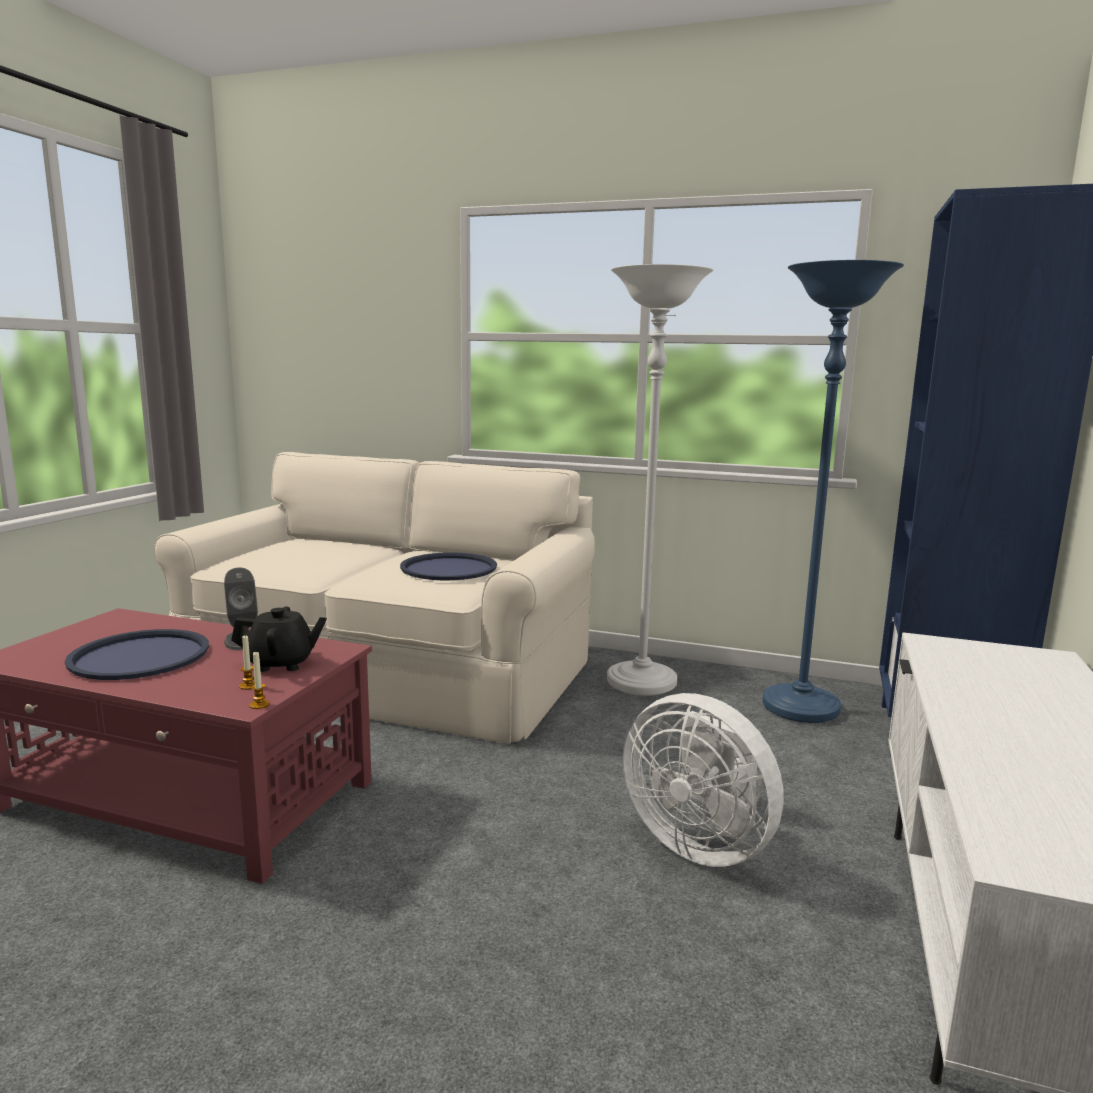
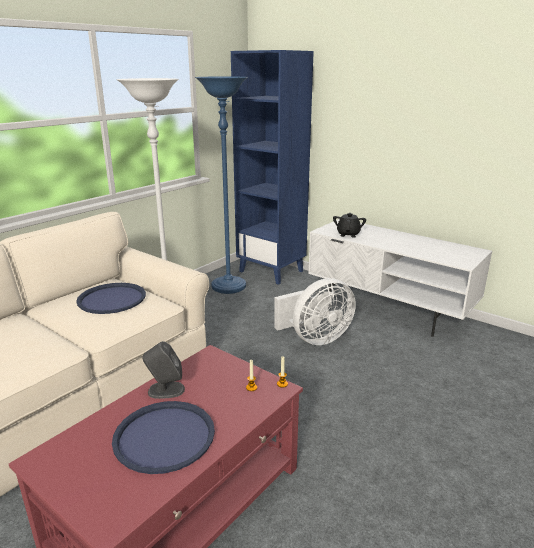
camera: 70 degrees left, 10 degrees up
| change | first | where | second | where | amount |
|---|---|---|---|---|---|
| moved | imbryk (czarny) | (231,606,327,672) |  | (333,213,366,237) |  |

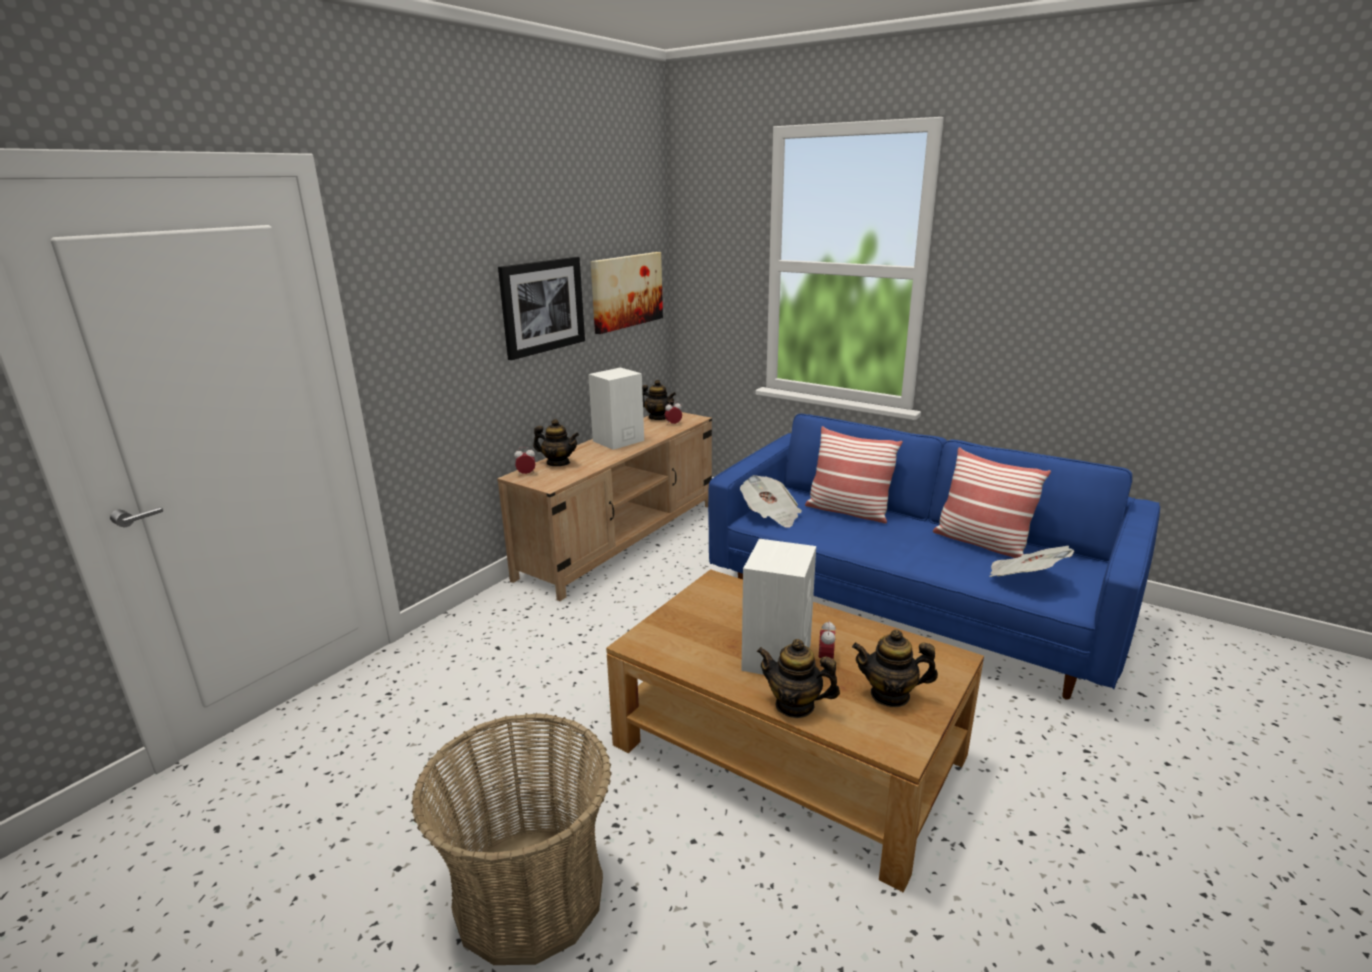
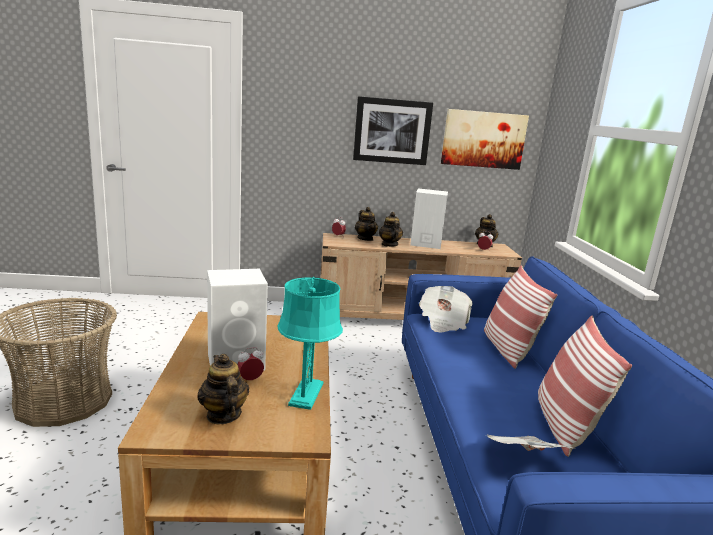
camera: 50 degrees right, 5 degrees down
| change | first | where | second | where | amount |
|---|---|---|---|---|---|
| moved | imbryk | (757,639,840,718) |  | (379,212,403,247) |  |
| added |  |  | lampa stołowa (turkusowy) | (277,277,343,410) |  |

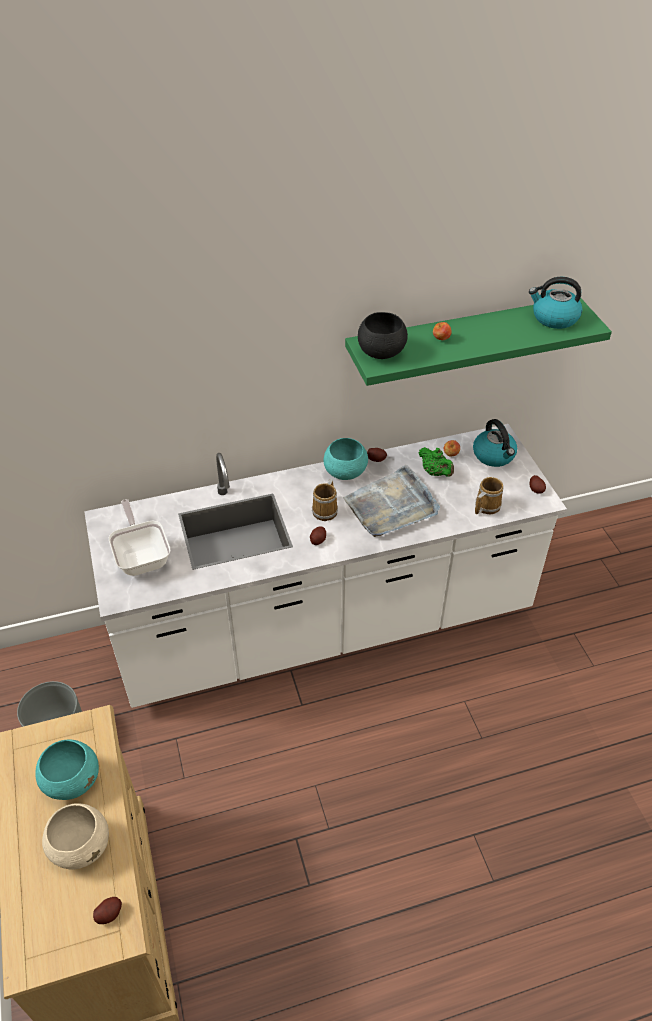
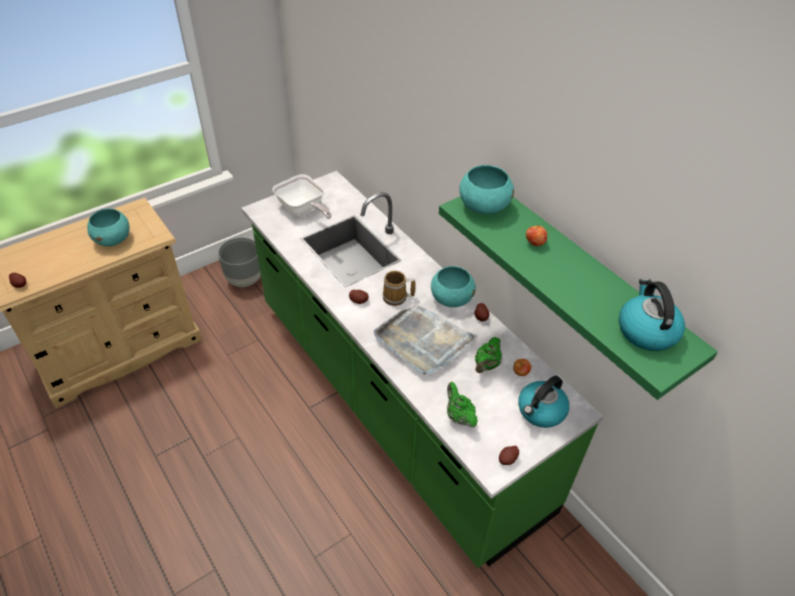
camera: 70 degrees right, 0 degrees up
| change | first | where | second | where | amount |
|---|---|---|---|---|---|
| removed | miska (beżowy) | (42,803,109,870) |  |  |  |
| recoloured | zabudowa kuchenna (biały) | (84,424,567,708) | zabudowa kuchenna (zielony) | (241,171,604,568) |  |
| turned | patelnia | (109,499,170,576) |  | (272,174,332,219) | 90 degrees clockwise |
| recoloured | miska (czarny) | (358,312,408,359) | miska (turkusowy) | (459,165,514,214) |  |
| replaced | kubek | (475,477,504,514) | imbryk (zielony) | (447,382,478,427) |  |

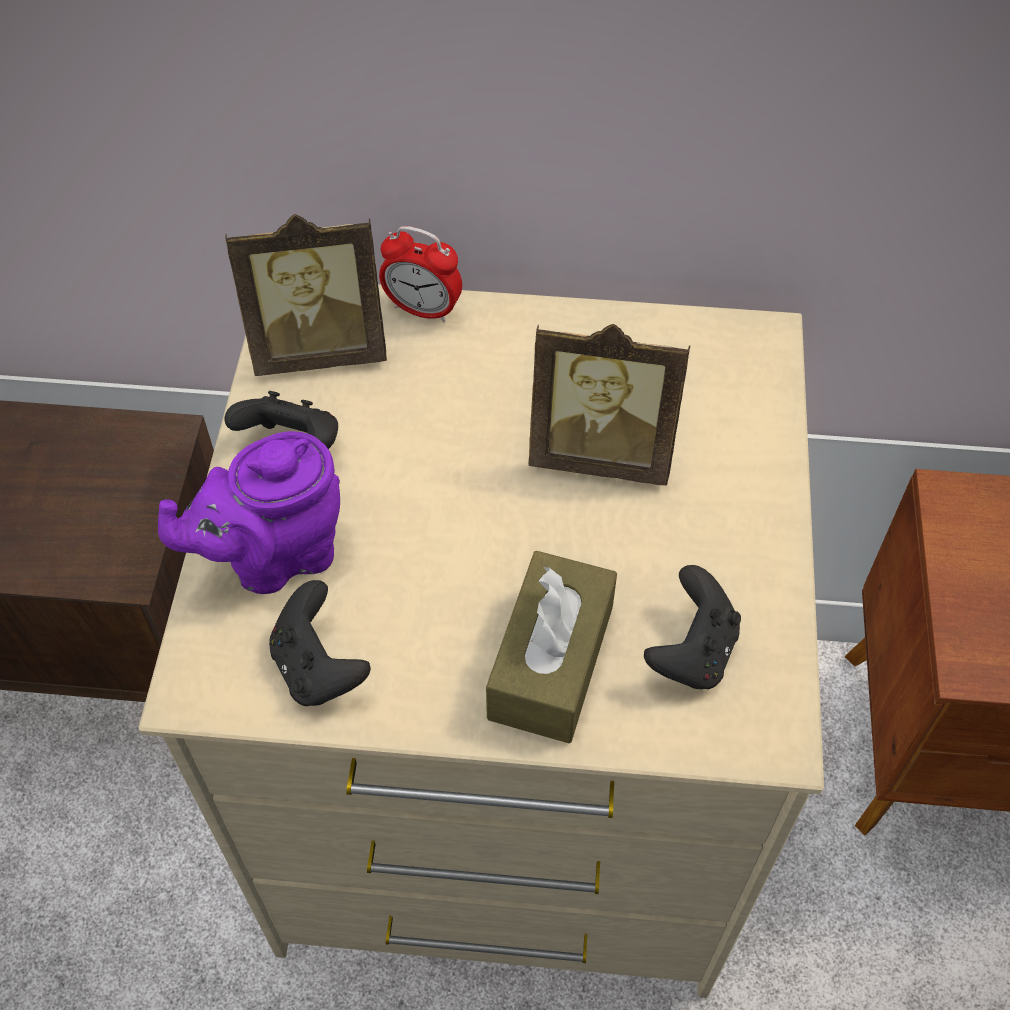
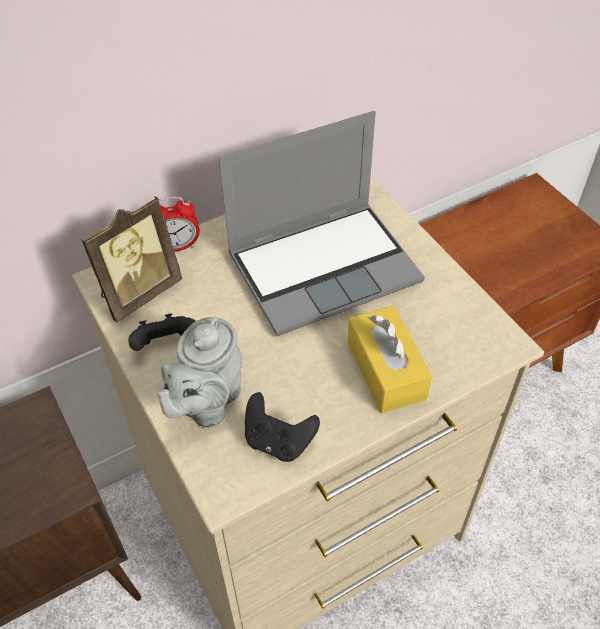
camera: 35 degrees left, 5 degrees down
| change | first | where | second | where | amount |
|---|---|---|---|---|---|
| recoloured | imbryk (fioletowy) | (158,431,340,594) | imbryk (szary) | (157,316,242,428) |  |
| recoloured | pudełko chusteczek (brązowy) | (486,551,617,743) | pudełko chusteczek (żółty) | (348,306,432,413) |  |
| replaced | ramka na zdjęcie | (528,324,690,486) | laptop | (219,111,425,336) |  |
| removed | pad do gier (czarny) | (644,565,741,689) |  |  |  |

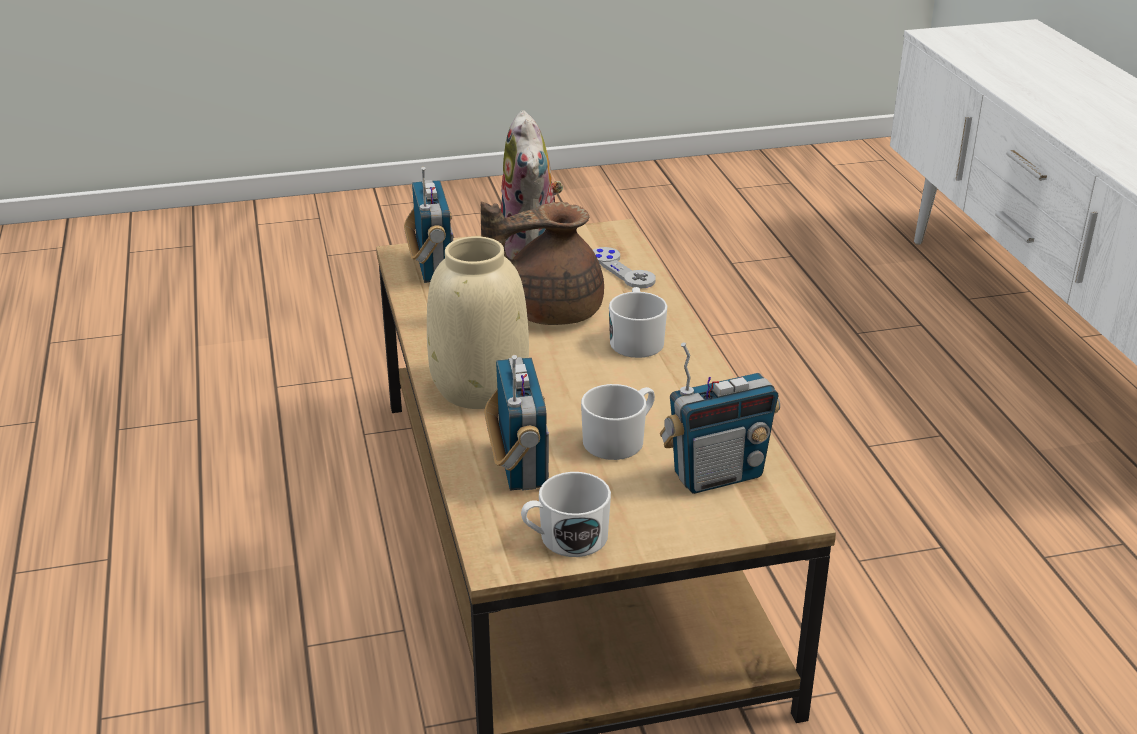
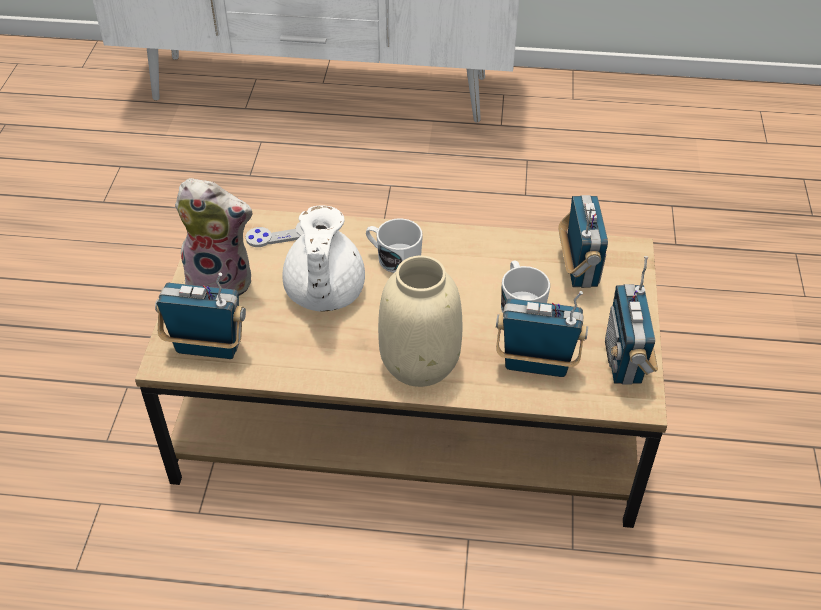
camera: 70 degrees left, 15 degrees up
| change | first | where | second | where | amount |
|---|---|---|---|---|---|
| recoloured | imbryk (brązowy) | (481,202,604,325) | imbryk (biały) | (282,205,365,312) |  |
| replaced | kubek (biały) | (521,472,611,557) | radio | (605,256,658,384) |  |

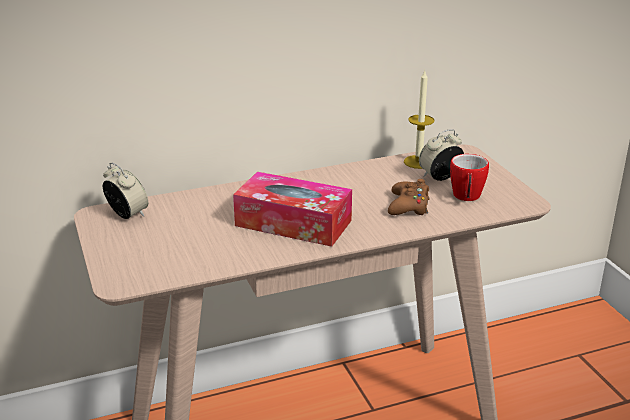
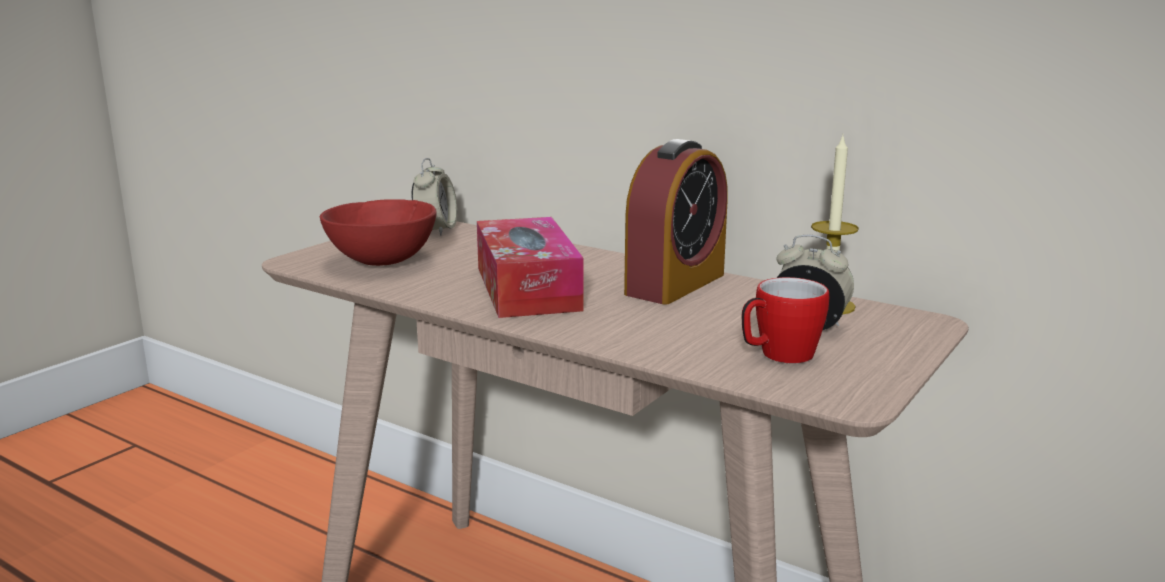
camera: 55 degrees right, 10 degrees down
| change | first | where | second | where | amount |
|---|---|---|---|---|---|
| removed | pad do gier (brązowy) | (388,179,430,215) |  |  |  |
| added |  |  | miska (czerwony) | (320,199,437,266) |  |
| added |  |  | budzik | (624,139,728,305) |  |

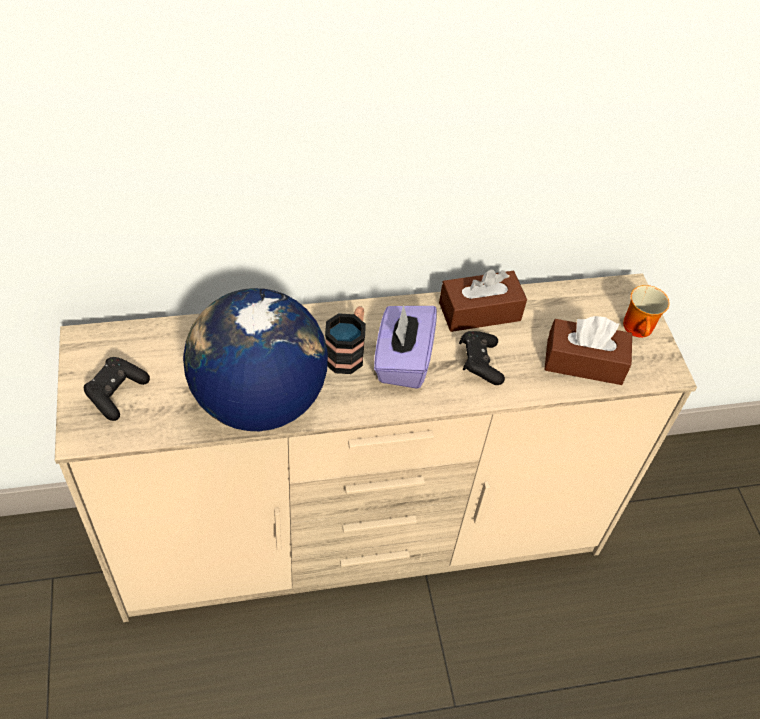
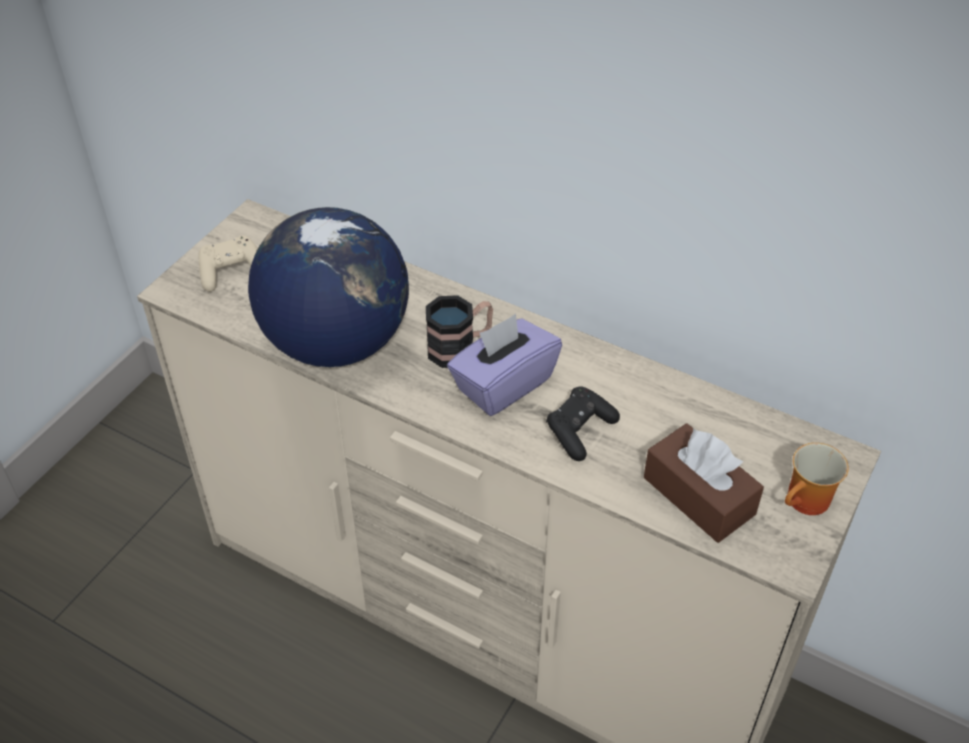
camera: 45 degrees right, 5 degrees down
| change | first | where | second | where | amount |
|---|---|---|---|---|---|
| recoloured | pad do gier (czarny) | (84,357,150,421) | pad do gier (beżowy) | (199,235,258,292) |  |
| removed | pudełko chusteczek (brązowy) | (439,270,527,332) |  |  |  |

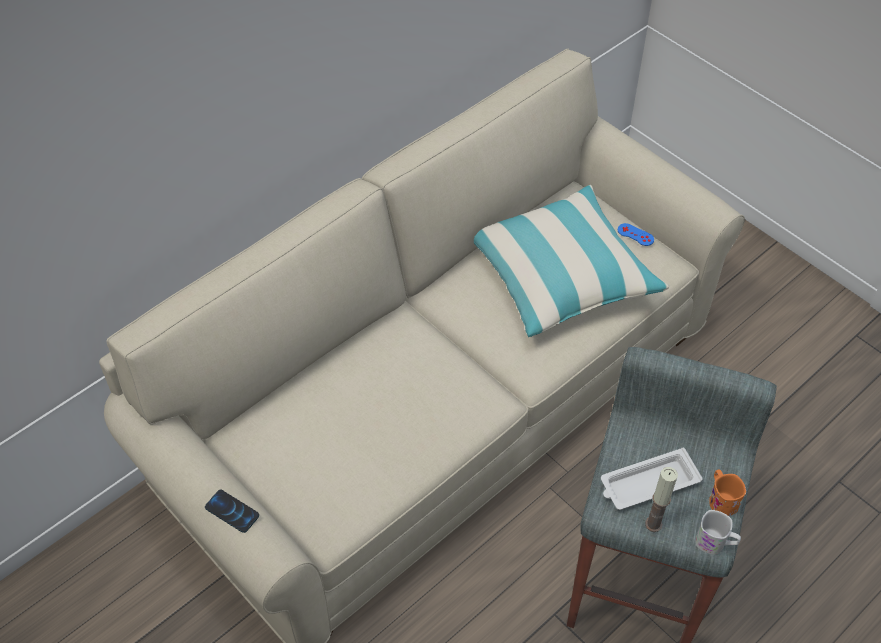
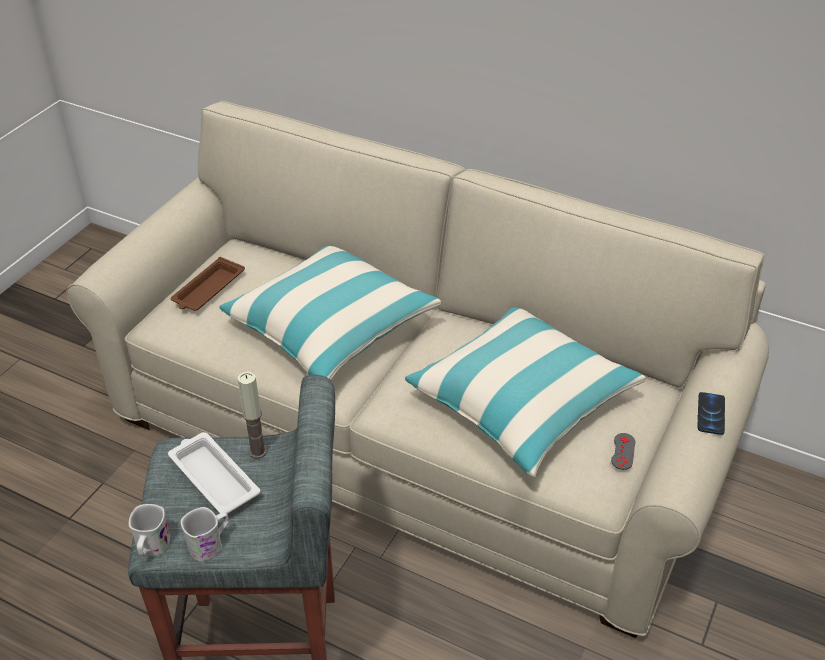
camera: 70 degrees right, 10 degrees down
| change | first | where | second | where | amount |
|---|---|---|---|---|---|
| moved | telefon | (205,489,259,533) |  | (697,392,725,435) |  |
| recoloured | pad do gier (niebieski) | (618,223,654,246) | pad do gier (szary) | (611,433,635,470) |  |
| moved | świeca | (645,467,678,532) |  | (238,371,267,458) |  |
| recoloured | kubek (pomarańczowy) | (709,470,746,516) | kubek (biały) | (181,507,229,561) |  |
| added |  |  | taca (brązowy) | (171,257,245,311) |  |
| added |  |  | poduszka | (220,246,442,380) |  |

